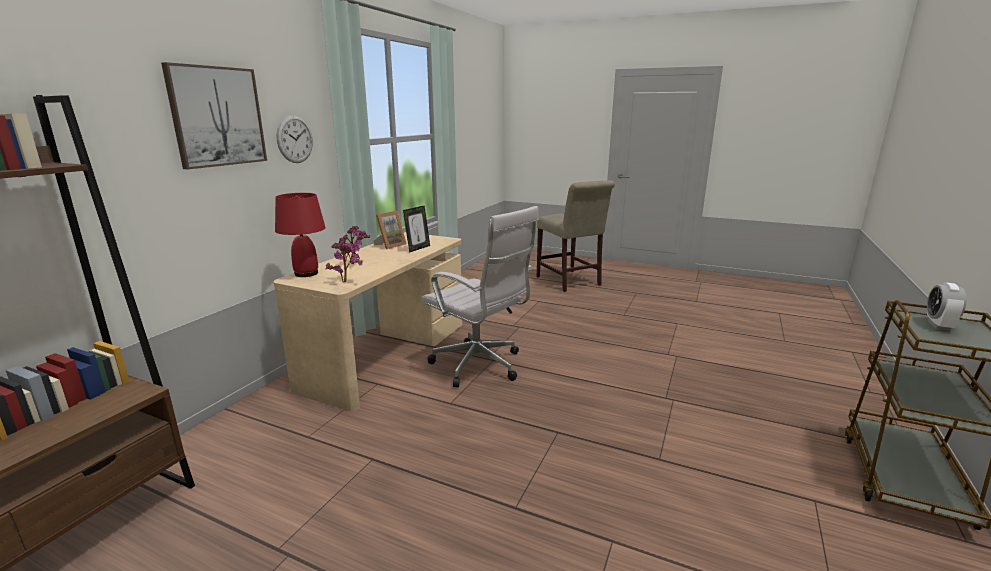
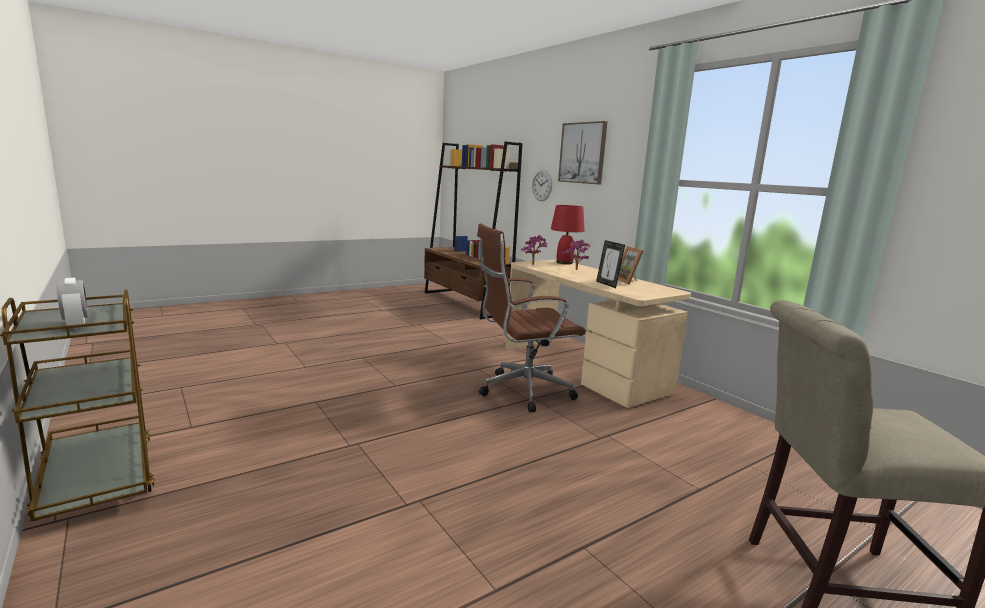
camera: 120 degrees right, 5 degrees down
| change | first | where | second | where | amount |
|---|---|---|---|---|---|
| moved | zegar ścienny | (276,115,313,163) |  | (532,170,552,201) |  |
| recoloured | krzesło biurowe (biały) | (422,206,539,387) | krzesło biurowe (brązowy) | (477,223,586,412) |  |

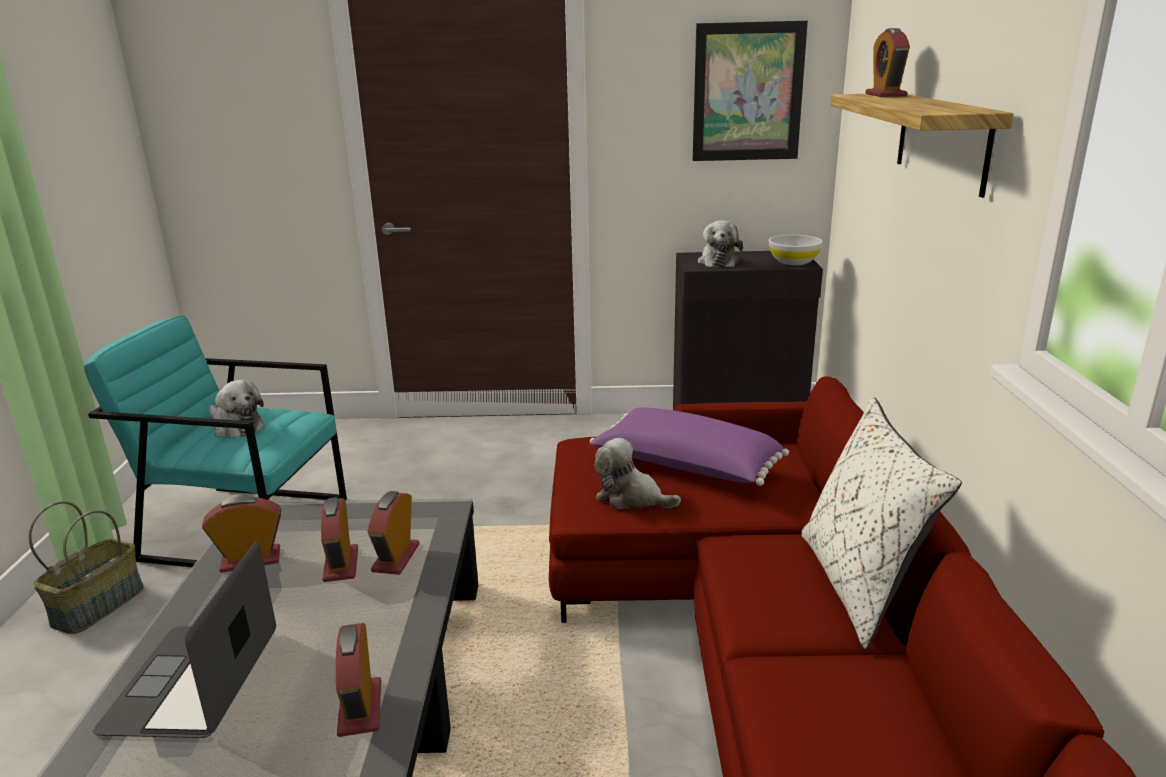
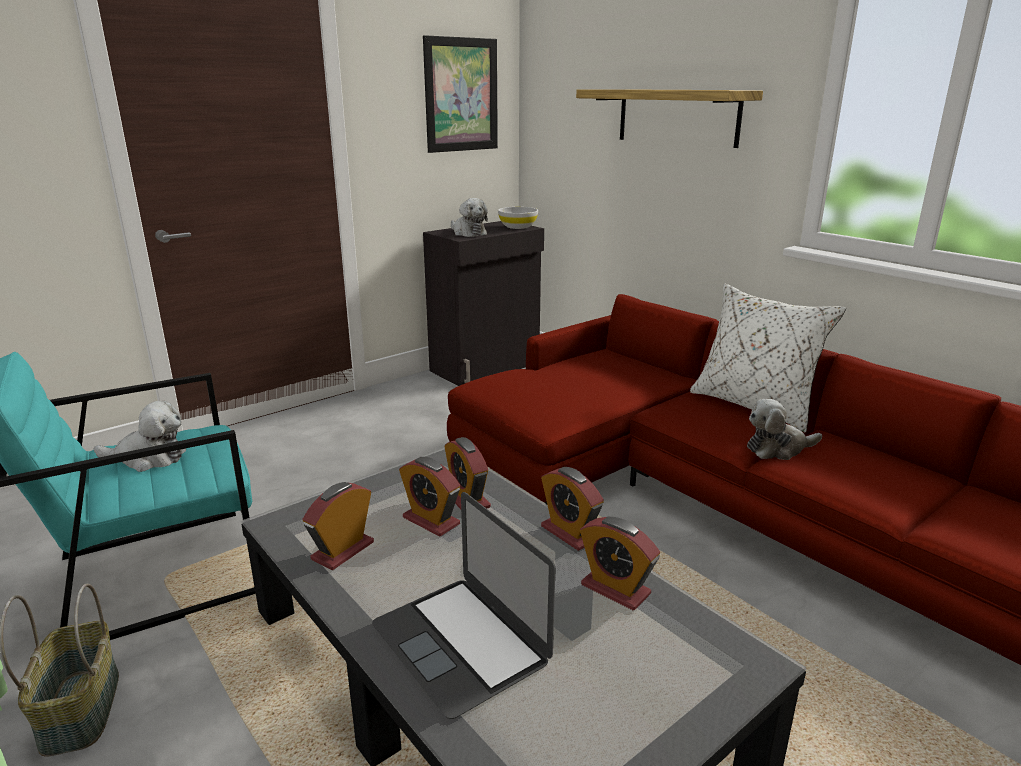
camera: 40 degrees left, 0 degrees up
| change | first | where | second | where | amount |
|---|---|---|---|---|---|
| removed | poduszka (fioletowy) | (590,407,789,486) |  |  |  |
| moved | pluszak | (594,438,681,509) |  | (747,399,822,460) |  |
| moved | budzik | (866,28,910,97) |  | (541,467,604,551) |  |

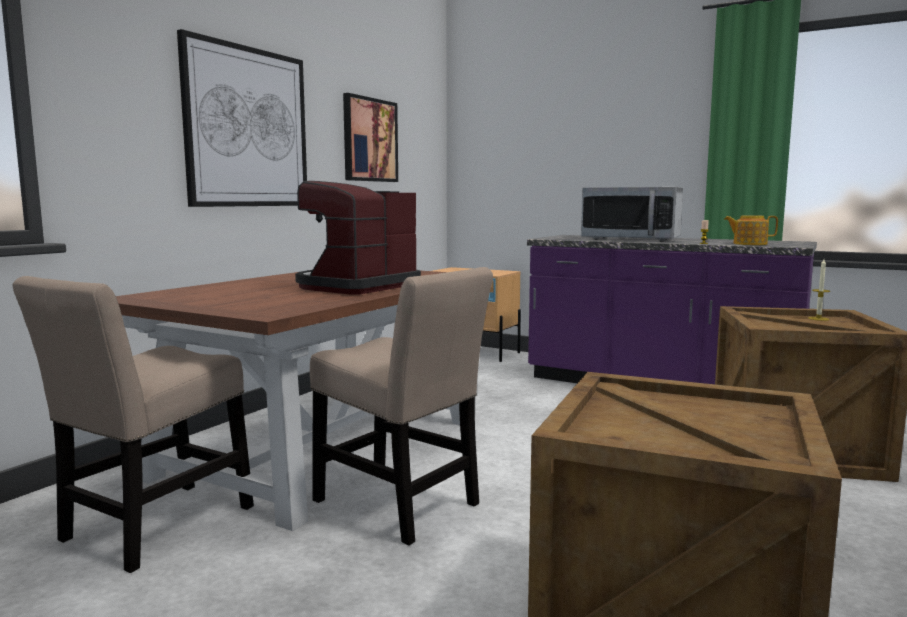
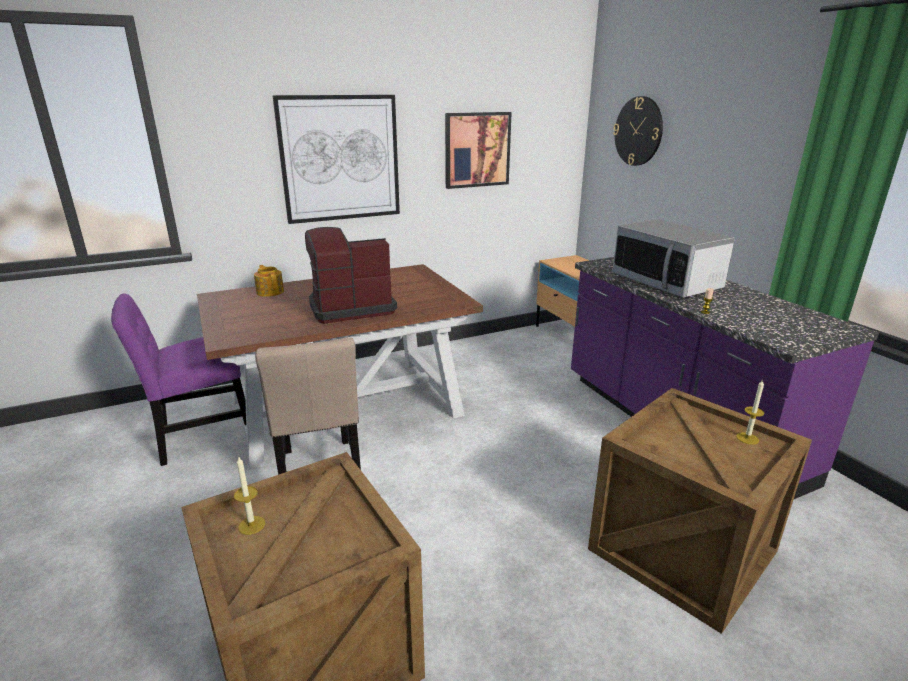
camera: 35 degrees right, 15 degrees up
| change | first | where | second | where | amount |
|---|---|---|---|---|---|
| recoloured | krzesło (beżowy) | (13,276,254,573) | krzesło (fioletowy) | (111,293,246,466) |  |
| moved | imbryk | (724,215,778,245) |  | (254,265,284,297) |  |
| added |  |  | świeca | (234,457,265,535) |  |
| added |  |  | zegar ścienny | (613,96,663,166) |  |

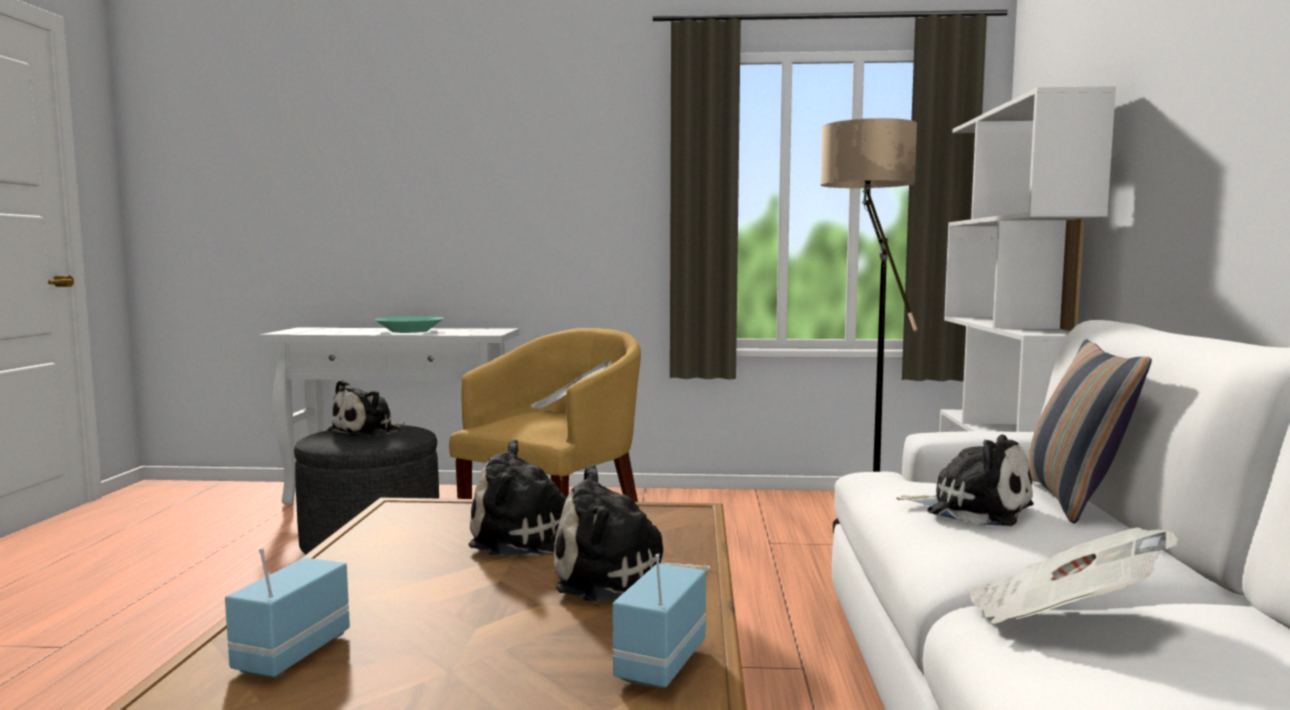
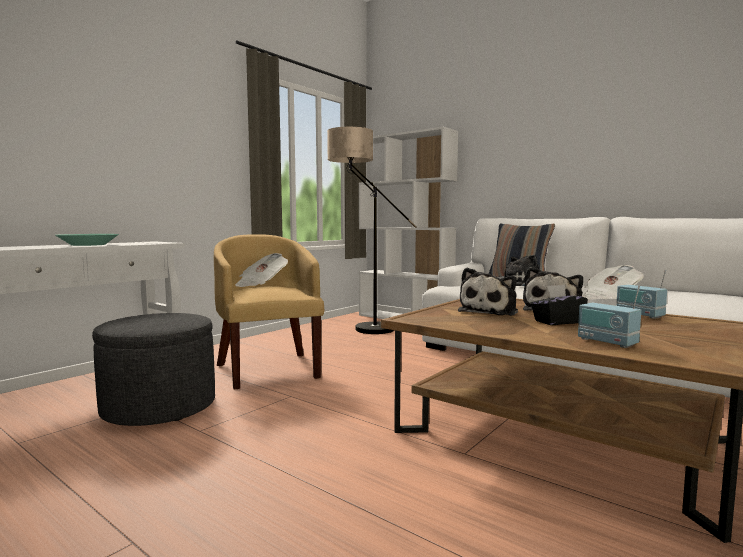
camera: 55 degrees left, 0 degrees up
| change | first | where | second | where | amount |
|---|---|---|---|---|---|
| removed | pluszak | (327,380,405,437) |  |  |  |
| added |  |  | pudełko chusteczek (czarny) | (530,285,588,325) |  |

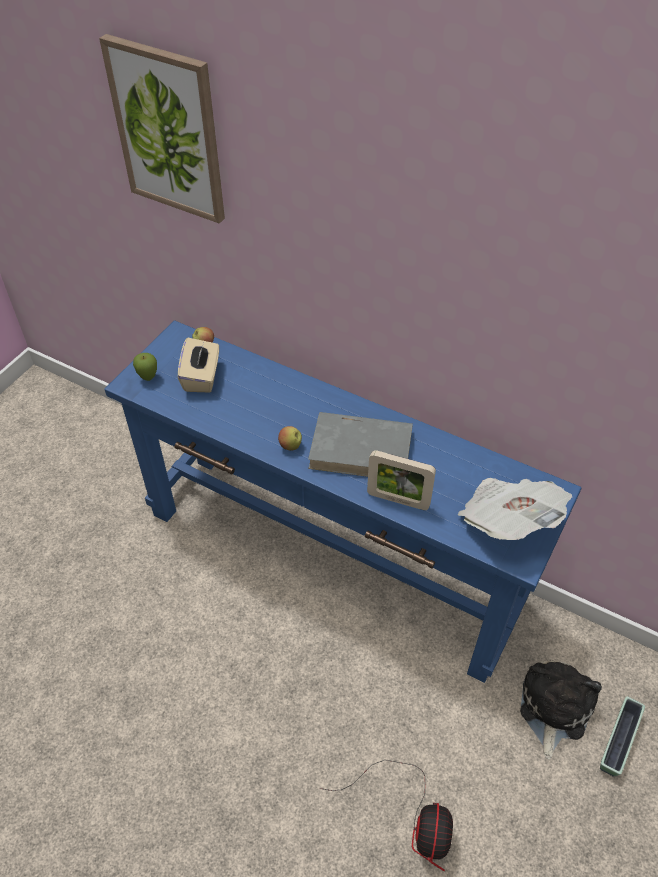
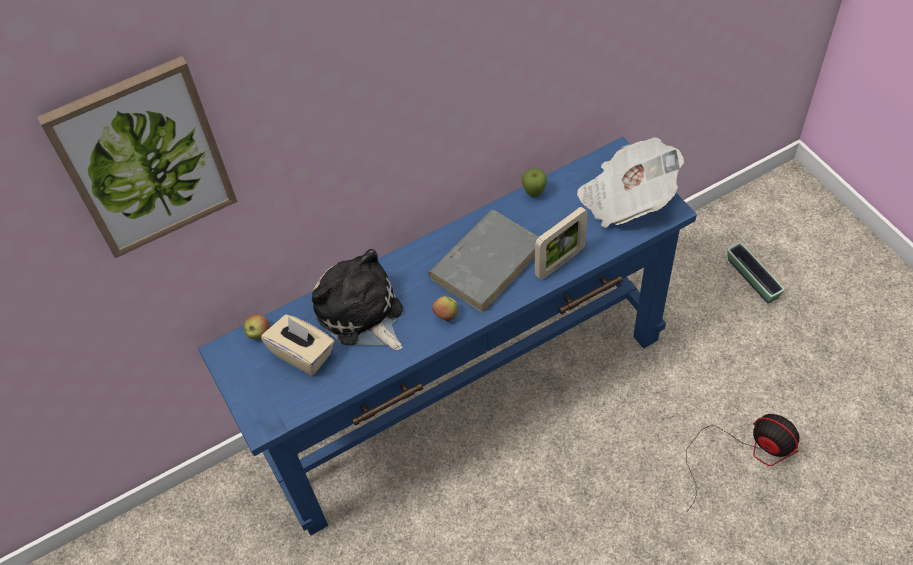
camera: 55 degrees left, 5 degrees up
| change | first | where | second | where | amount |
|---|---|---|---|---|---|
| moved | jabłko | (133,353,157,381) |  | (522,168,547,197) |  |
| moved | pluszak | (520,660,602,759) |  | (312,249,403,350) |  |

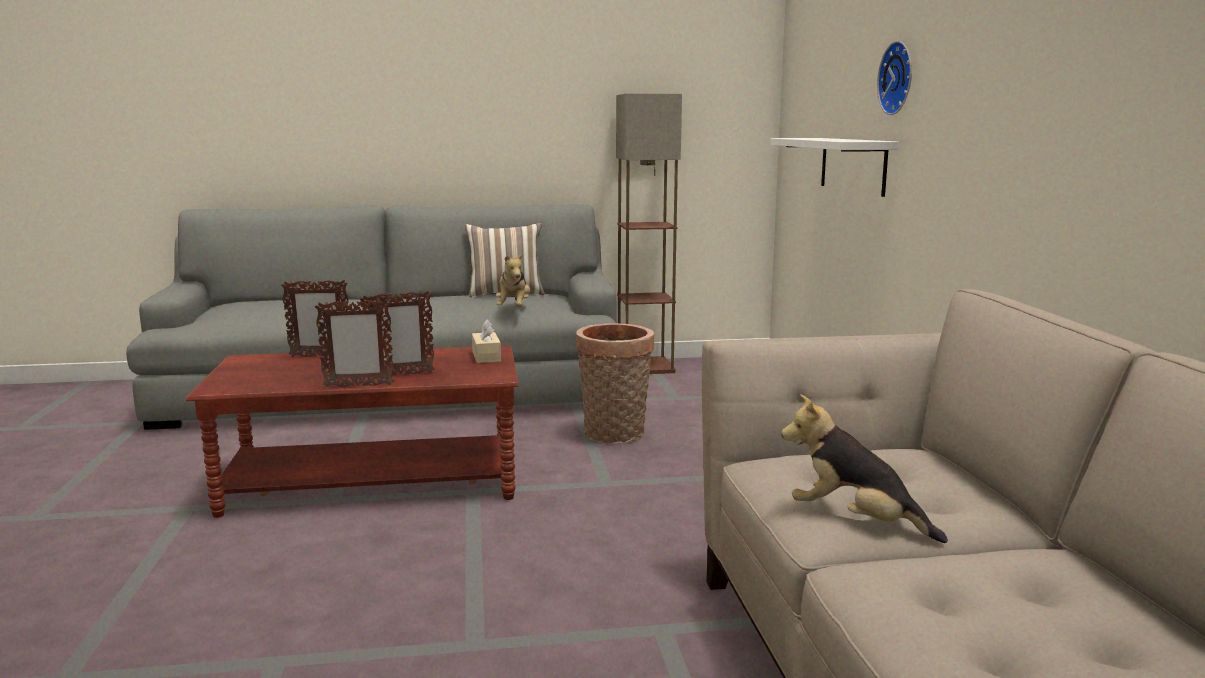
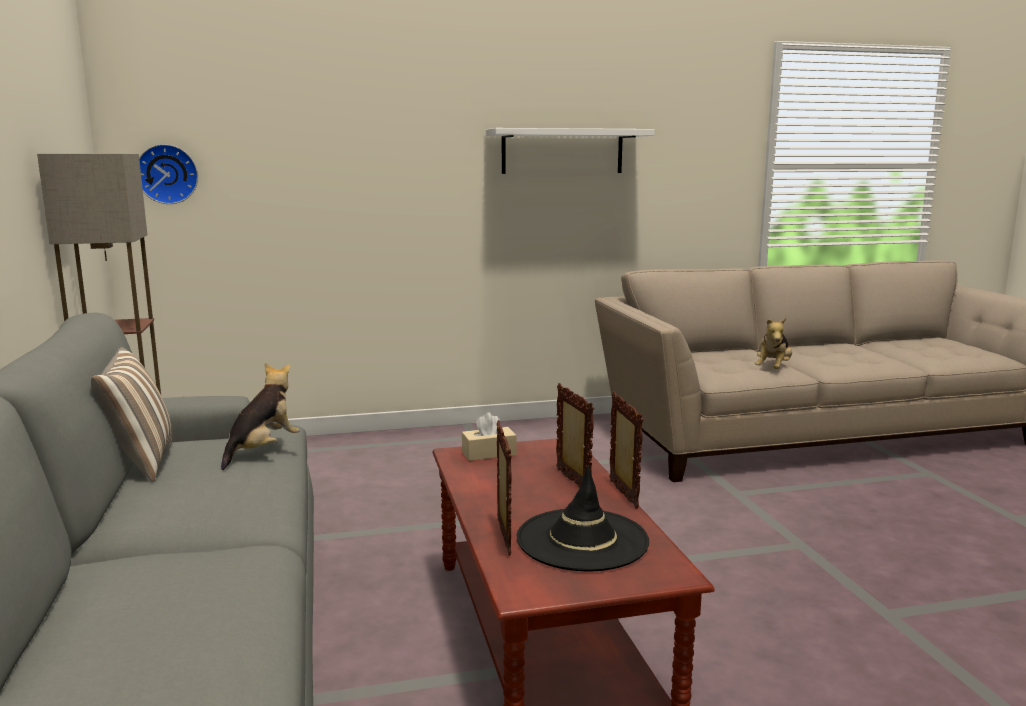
camera: 95 degrees left, 0 degrees up
| change | first | where | second | where | amount |
|---|---|---|---|---|---|
| turned | pluszak | (496,253,530,307) |  | (221,363,300,470) | 60 degrees counterclockwise |
| removed | koszyk | (576,323,654,443) |  |  |  |
| moved | półka (biały) | (771,138,899,197) |  | (486,128,655,174) |  |
| moved | zegar ścienny | (877,41,912,115) |  | (139,144,198,204) |  |
| added |  |  | kapelusz (czarny) | (517,465,649,571) |  |

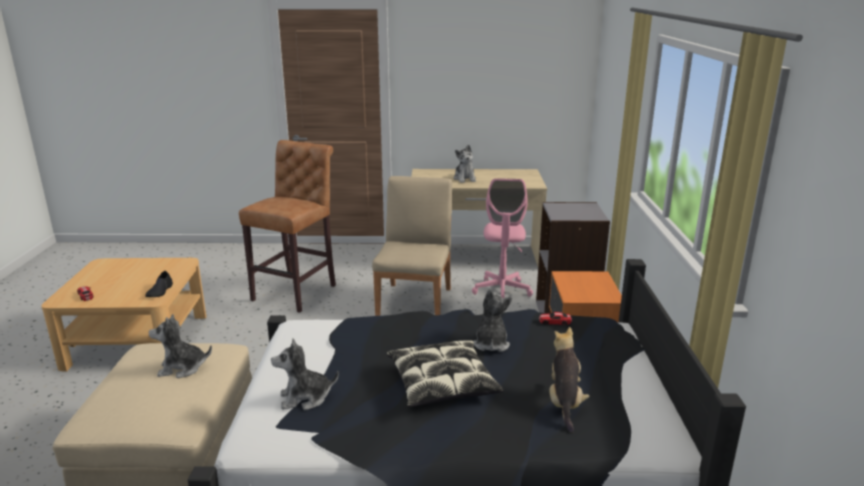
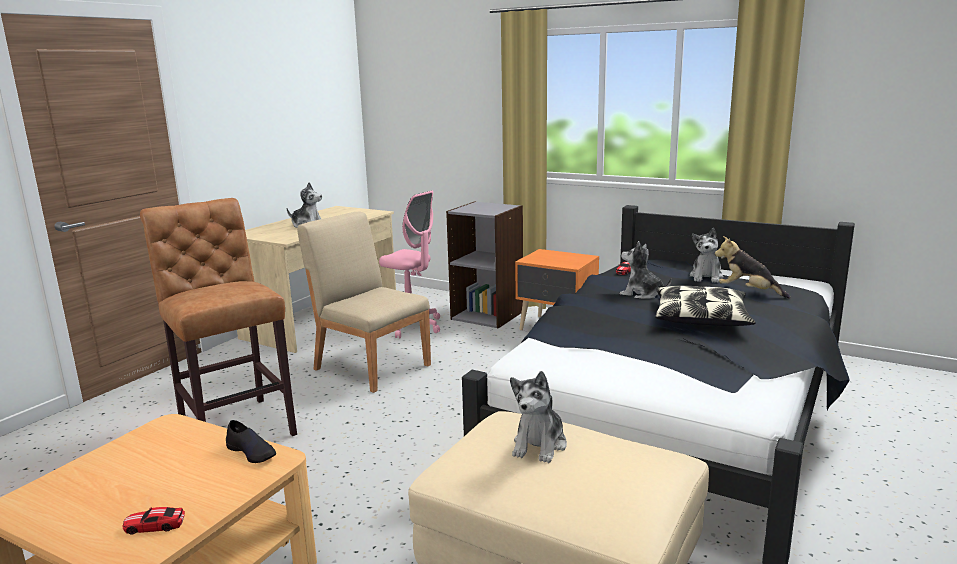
camera: 60 degrees left, 5 degrees down
| change | first | where | second | where | amount |
|---|---|---|---|---|---|
| moved | pluszak | (271,339,339,410) |  | (690,228,724,283) |  |

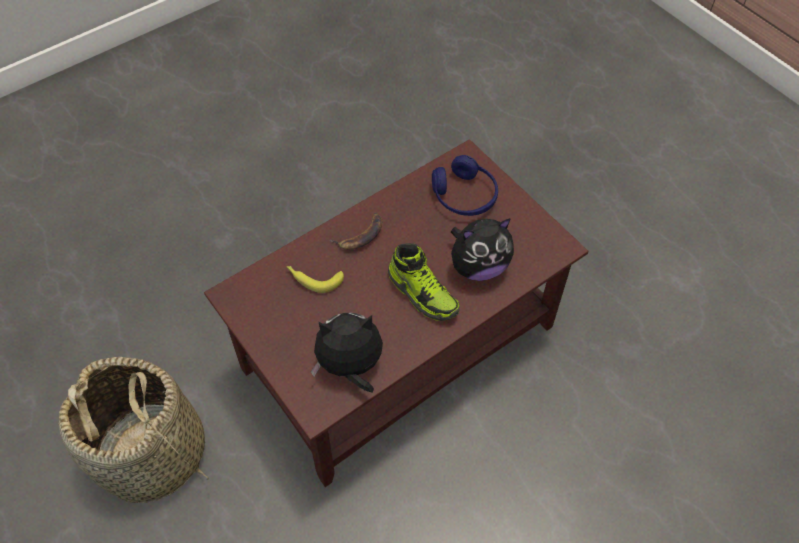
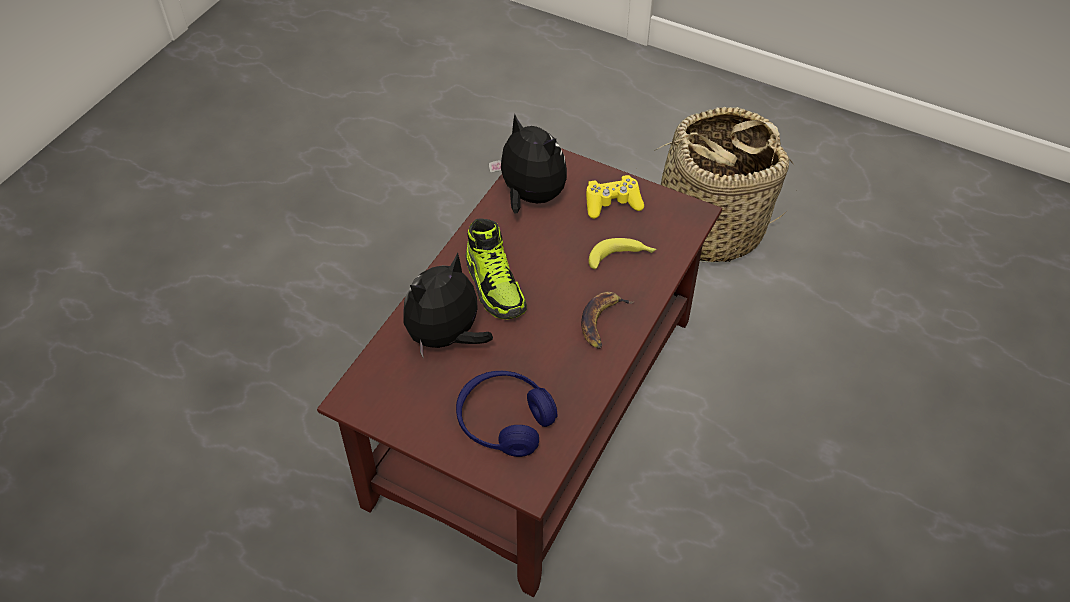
camera: 155 degrees right, 5 degrees down
| change | first | where | second | where | amount |
|---|---|---|---|---|---|
| turned | pluszak | (311,313,383,392) |  | (488,114,567,214) | 105 degrees counterclockwise |
| turned | but | (388,243,460,321) |  | (466,218,527,320) | 135 degrees counterclockwise |
| added |  |  | pad do gier (żółty) | (586,175,644,219) |  |

